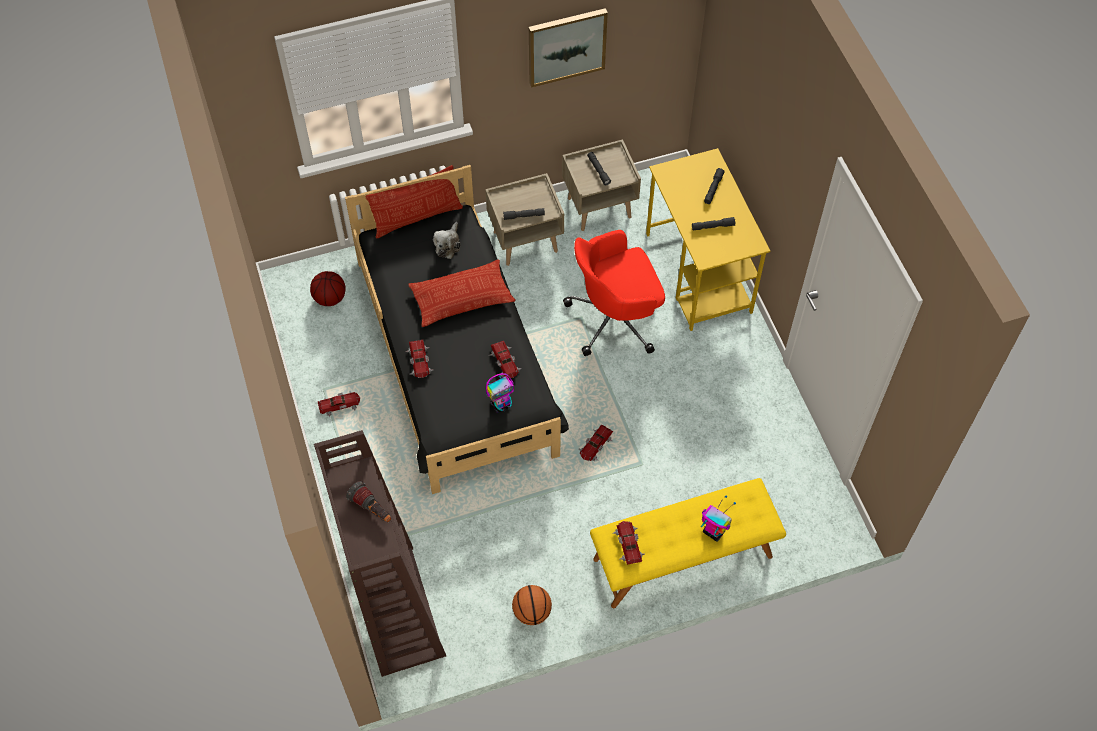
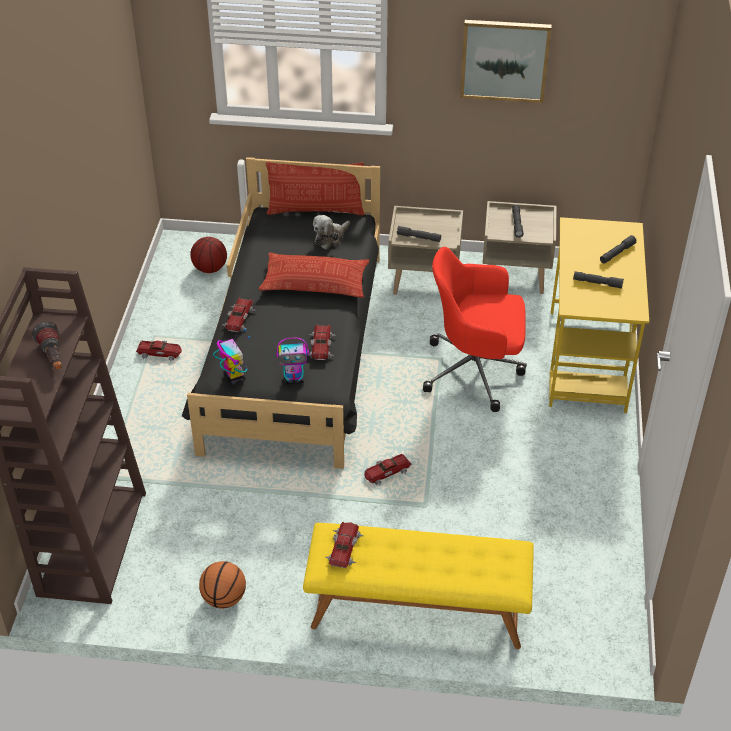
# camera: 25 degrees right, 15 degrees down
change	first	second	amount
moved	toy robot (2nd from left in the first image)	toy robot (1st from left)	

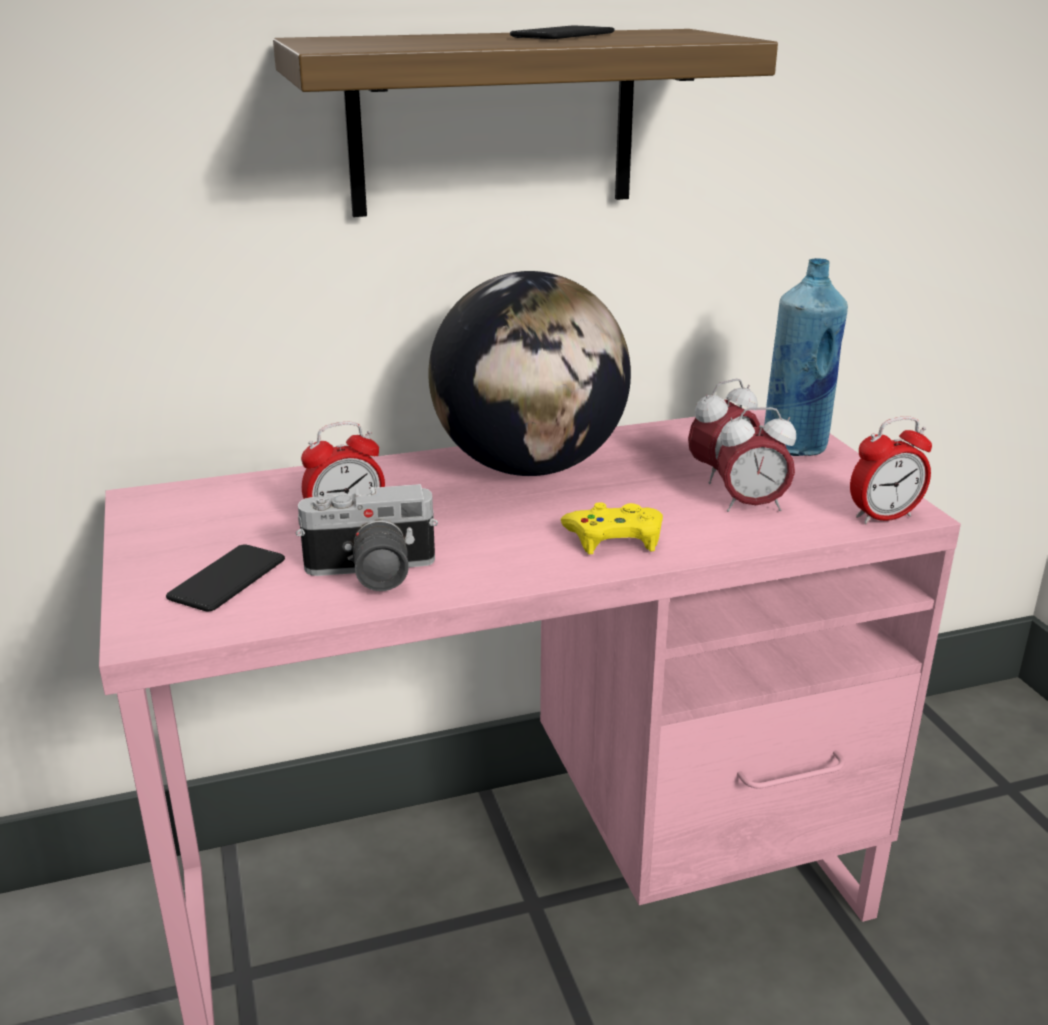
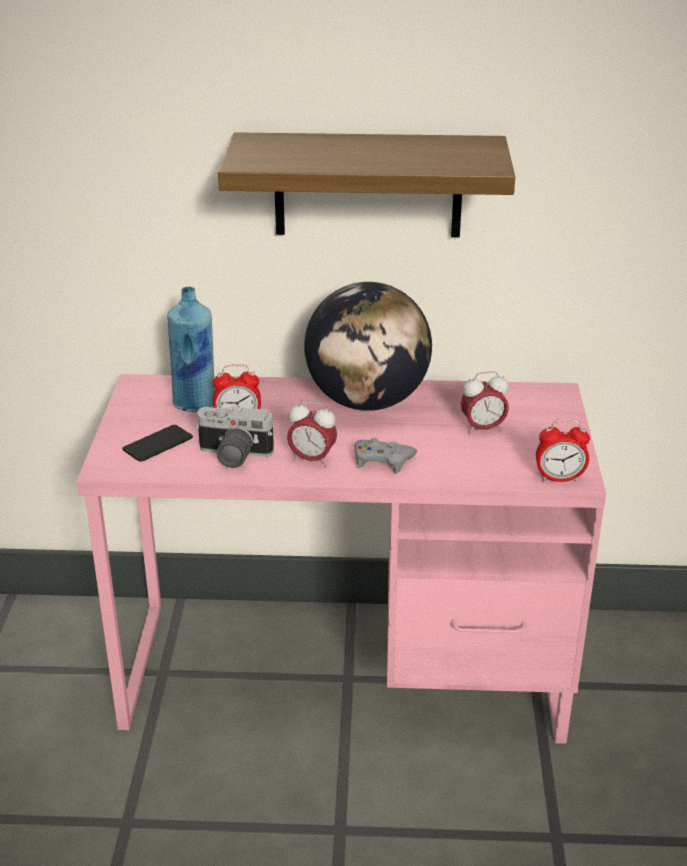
# camera: 20 degrees right, 5 degrees up
change	first	second	amount
removed	phone (2nd from left)		
recoloured	game controller (yellow)	game controller (grey)	
moved	alarm clock (3rd from left in the first image)	alarm clock (2nd from left)	
moved	bottle (blue)		

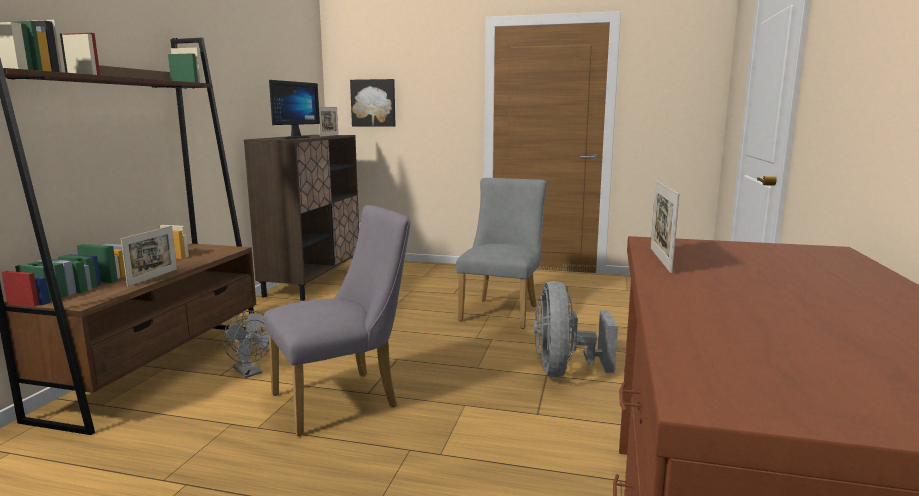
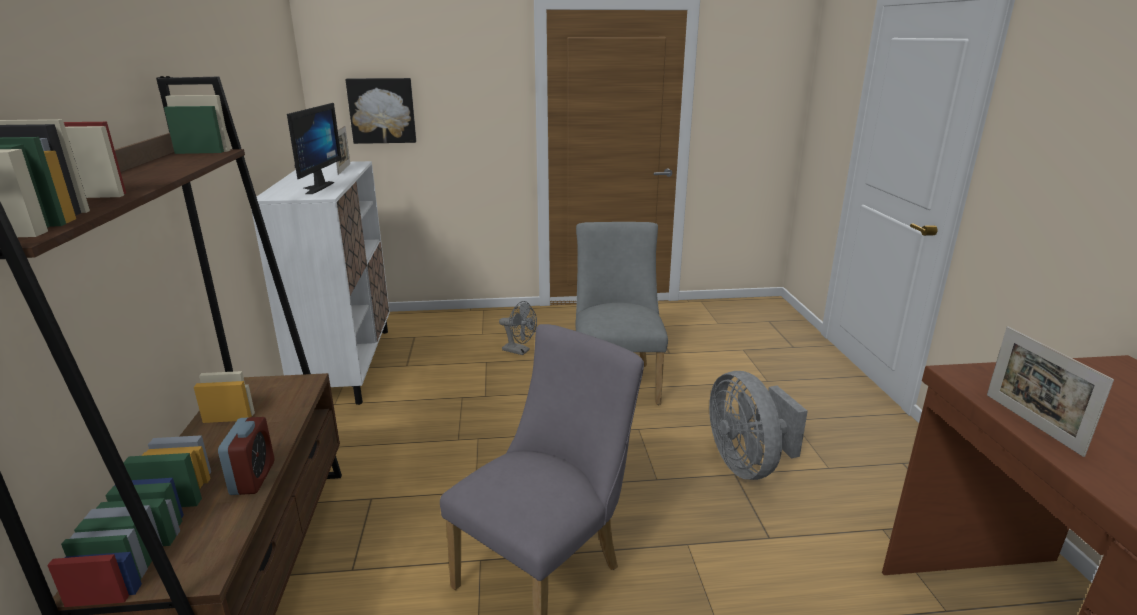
# camera: 20 degrees left, 10 degrees up
change	first	second	amount
replaced	picture frame (1st from left)	alarm clock	
moved	fan (grey) (1st from left)		
recoloured	cabinet (brown)	cabinet (white)	

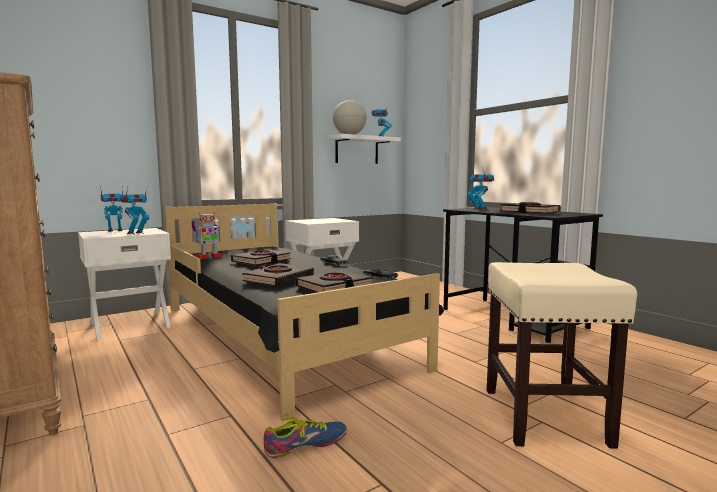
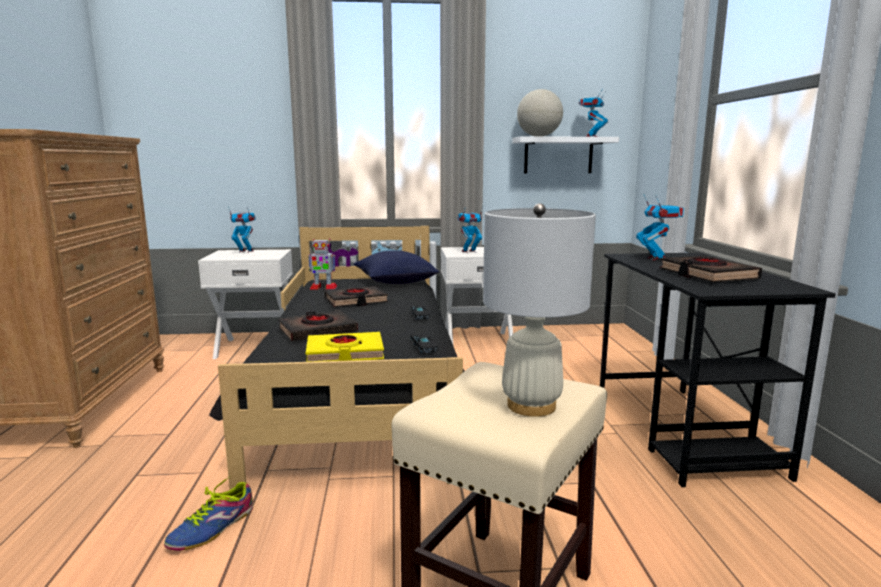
# camera: 30 degrees right, 5 degrees up
change	first	second	amount
moved	toy robot (2nd from left in the first image)	toy robot (3rd from left)	
turned	shoe		120 degrees clockwise
recoloured	book (black) (3rd from left)	book (yellow)	
added		pillow (blue)	
added		table lamp (white)	

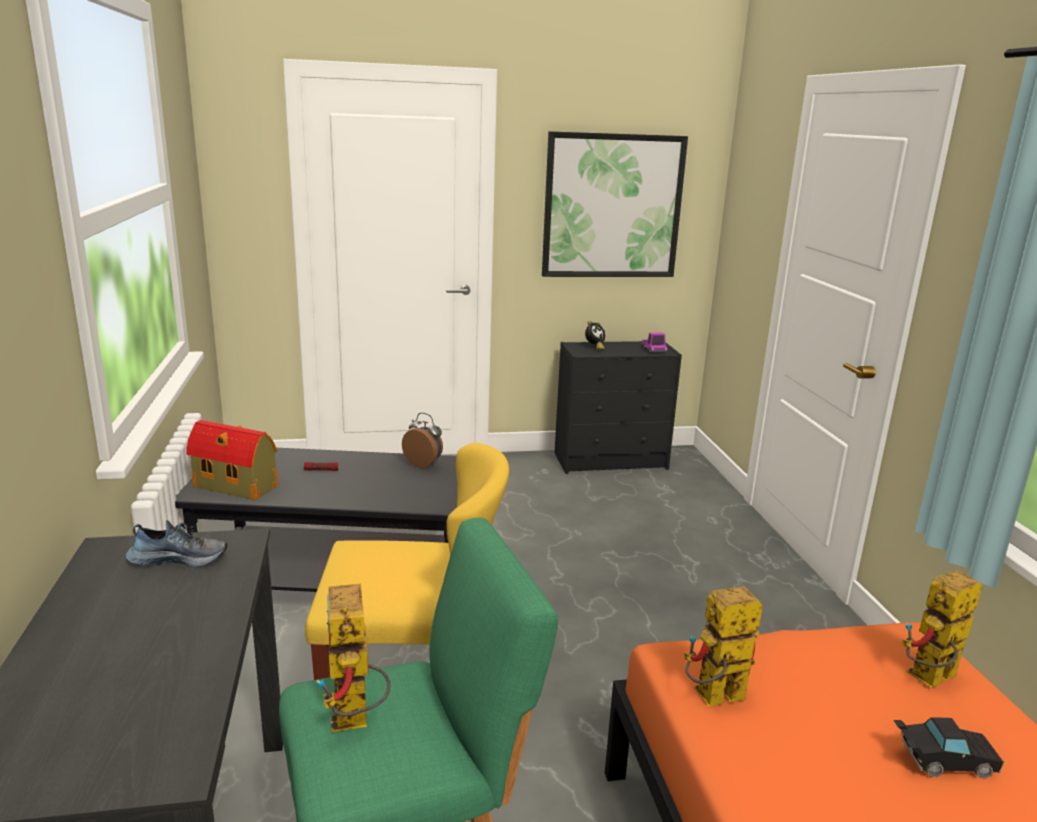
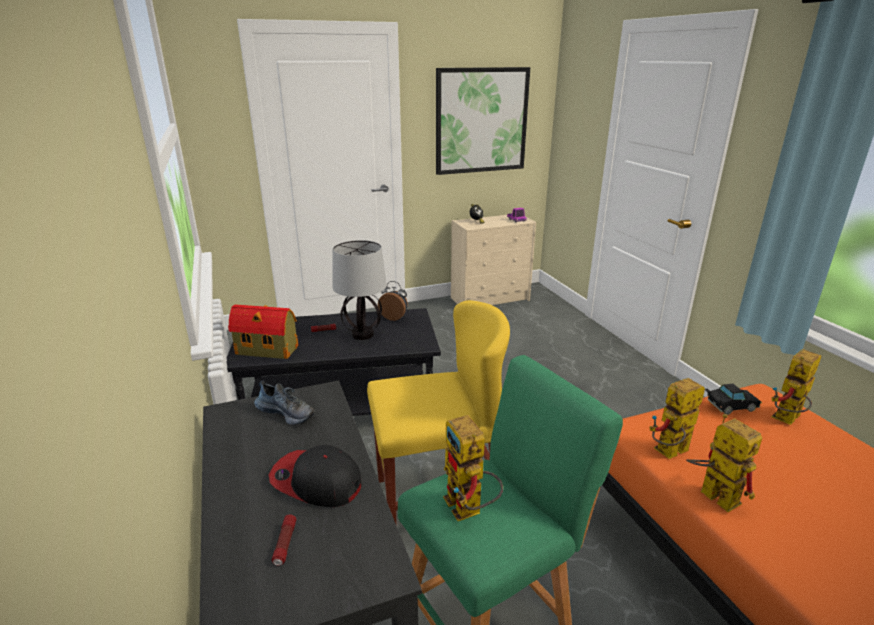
# camera: 10 degrees left, 5 degrees up
change	first	second	amount
turned	shoe		45 degrees clockwise
recoloured	dresser (black)	dresser (beige)	
moved	toy car (black)		
added		cap	
added		flashlight (1st from left)	
added		table lamp	
added		toy robot (3rd from left)	

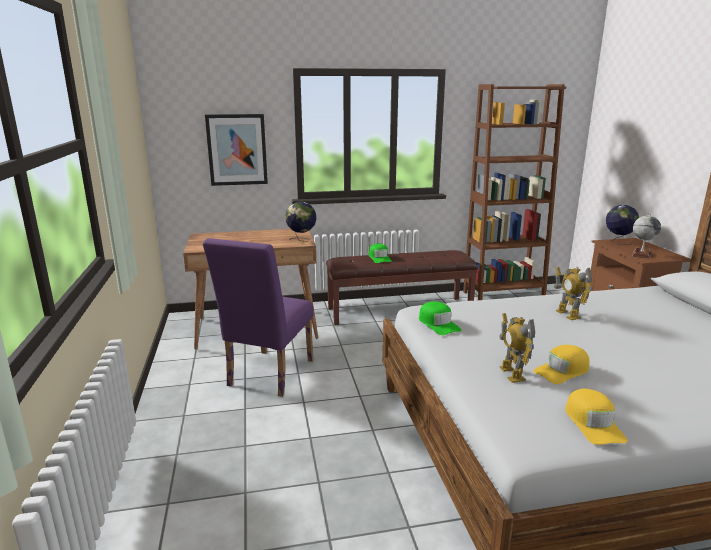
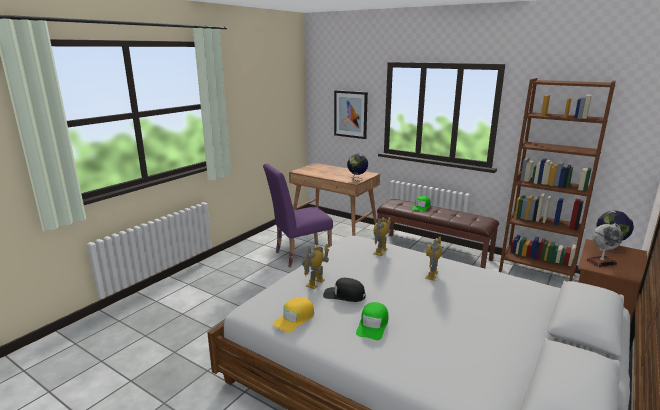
# camera: 45 degrees right, 0 degrees up
change	first	second	amount
moved	cap (green) (2nd from left in the first image)	cap (green) (1st from left)	
recoloured	cap (yellow) (1st from left)	cap (black)	
added		toy robot (2nd from left)	

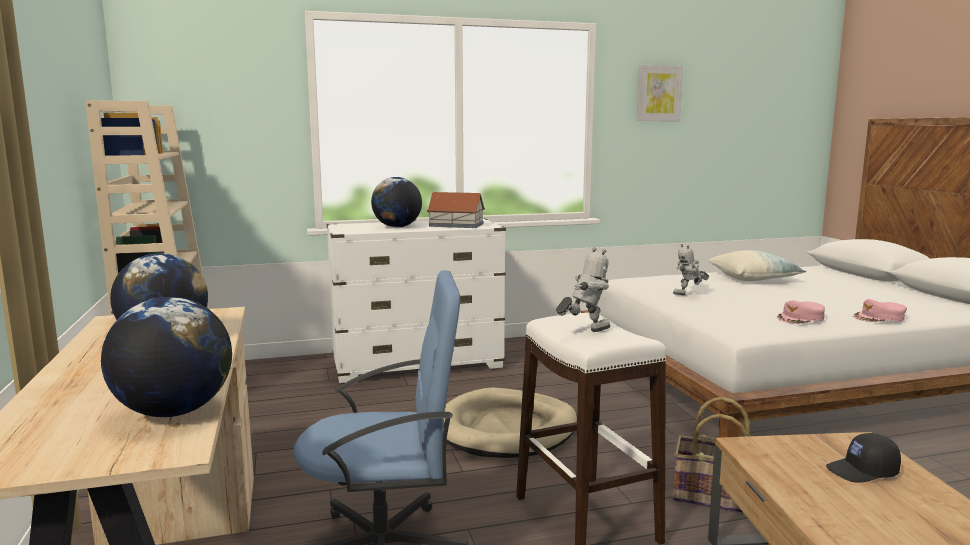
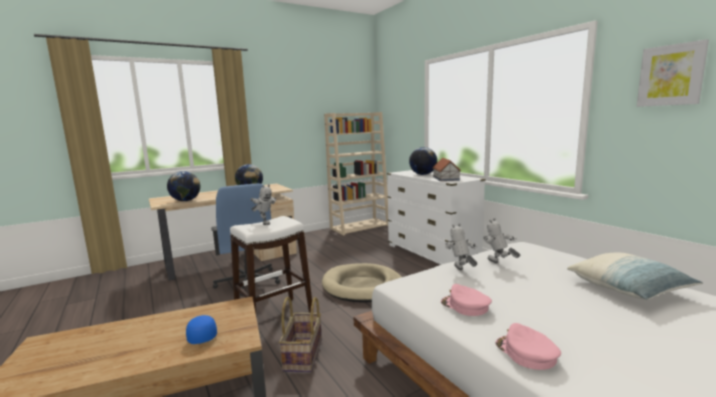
# camera: 75 degrees right, 0 degrees up
change	first	second	amount
recoloured	cap (black)	cap (blue)	
added		toy robot (2nd from left)	

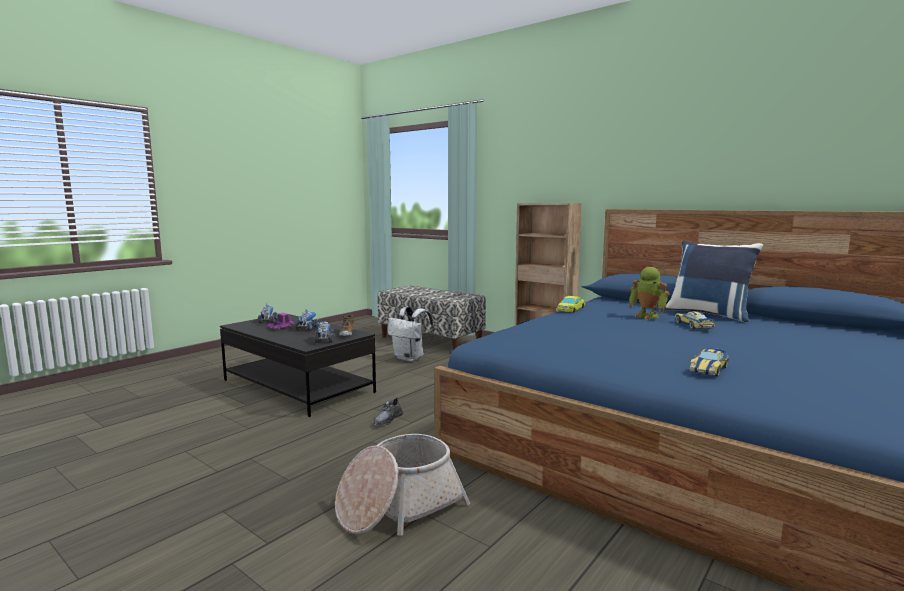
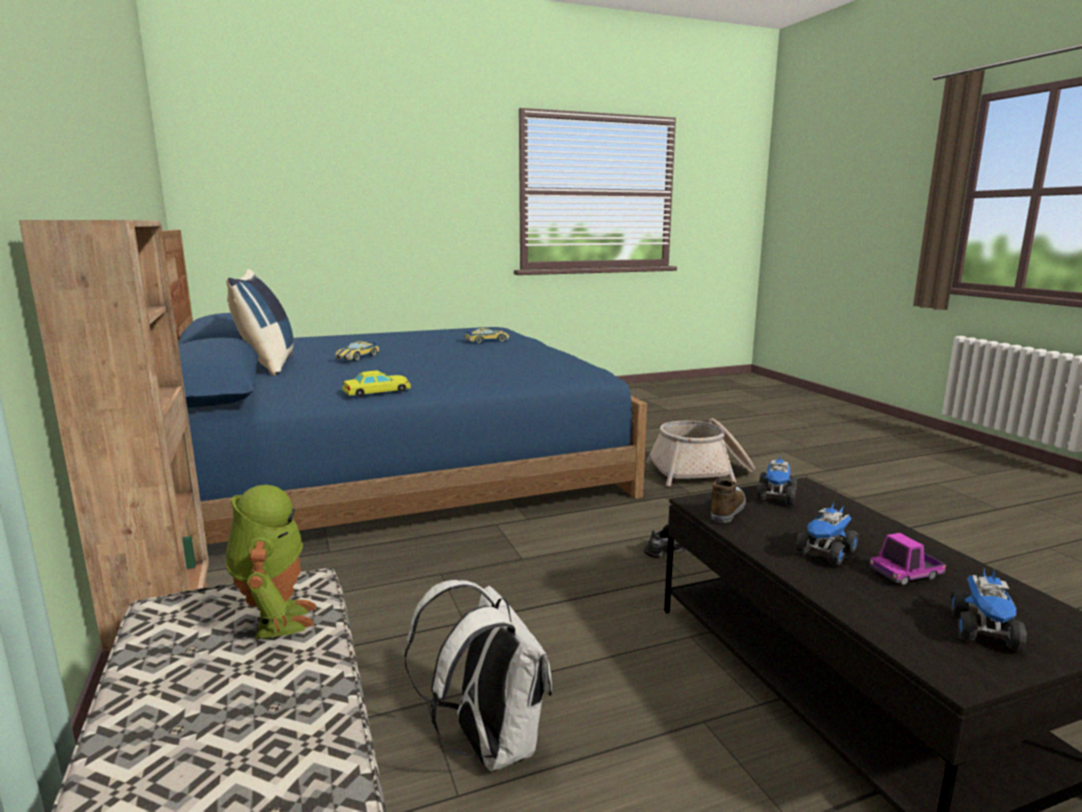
# camera: 150 degrees left, 5 degrees up
change	first	second	amount
moved	toy robot		

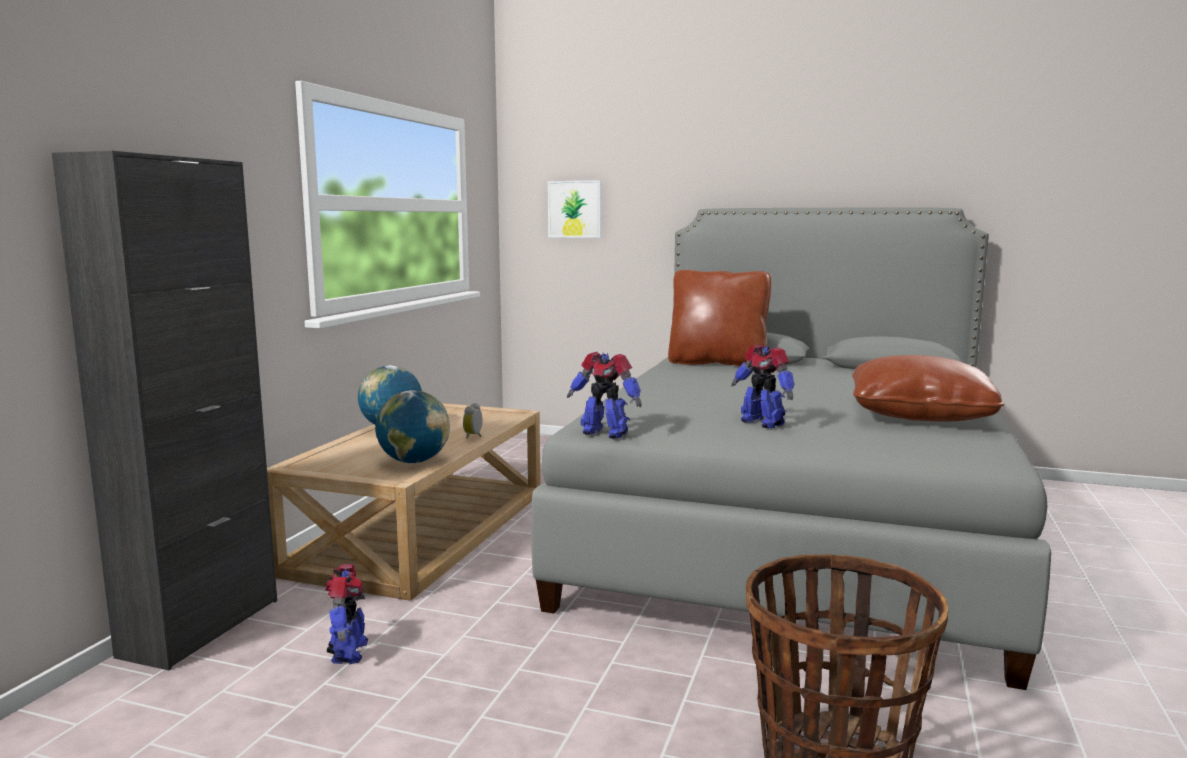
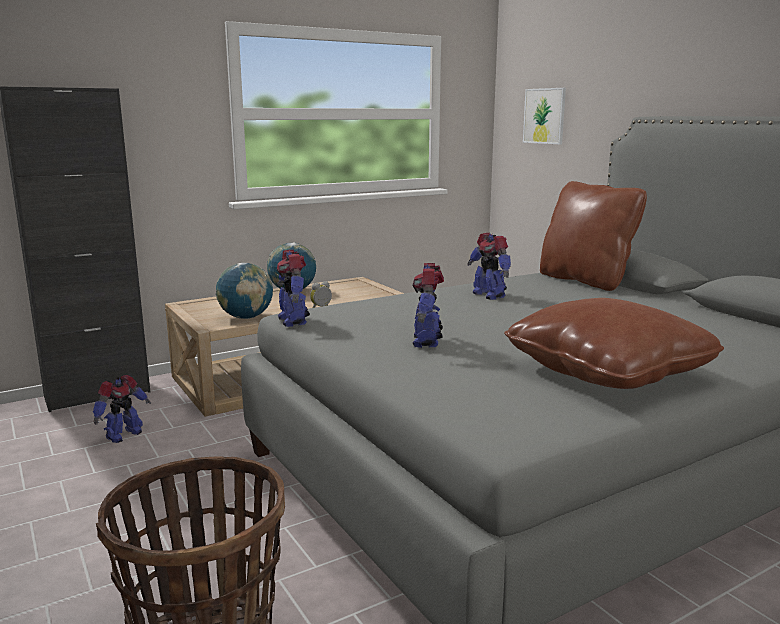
# camera: 40 degrees right, 5 degrees up
change	first	second	amount
added		toy robot (4th from left)	

